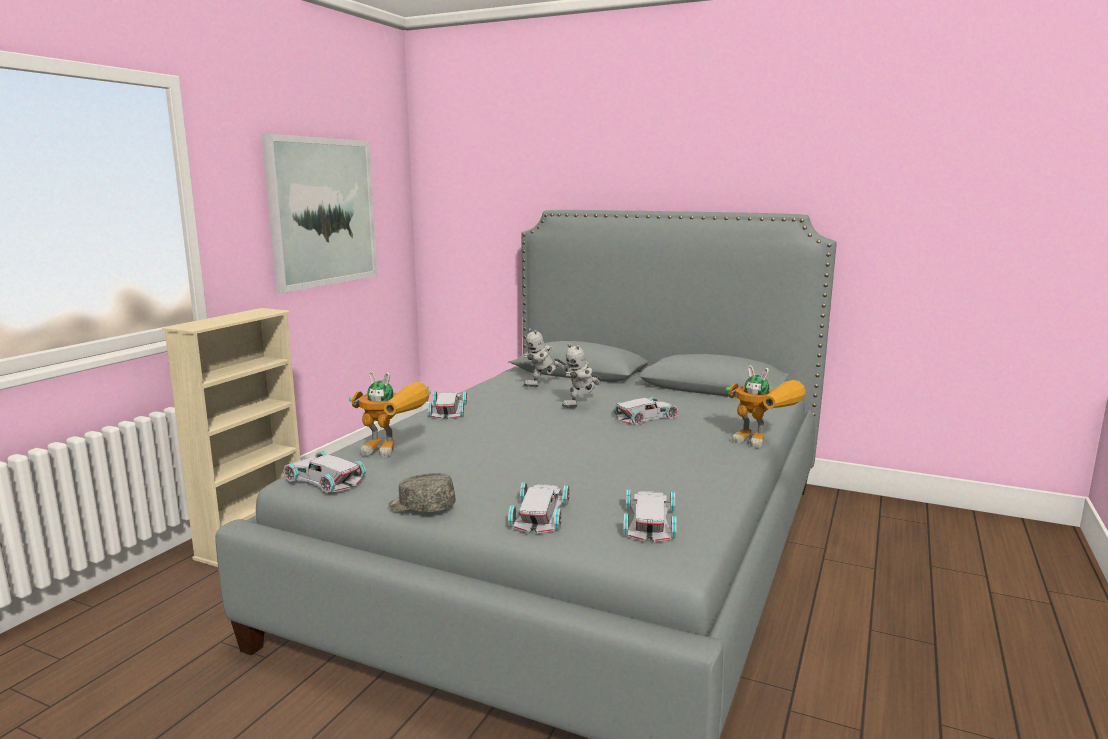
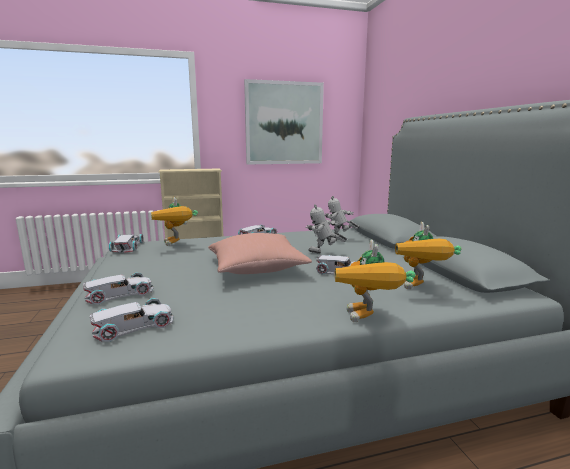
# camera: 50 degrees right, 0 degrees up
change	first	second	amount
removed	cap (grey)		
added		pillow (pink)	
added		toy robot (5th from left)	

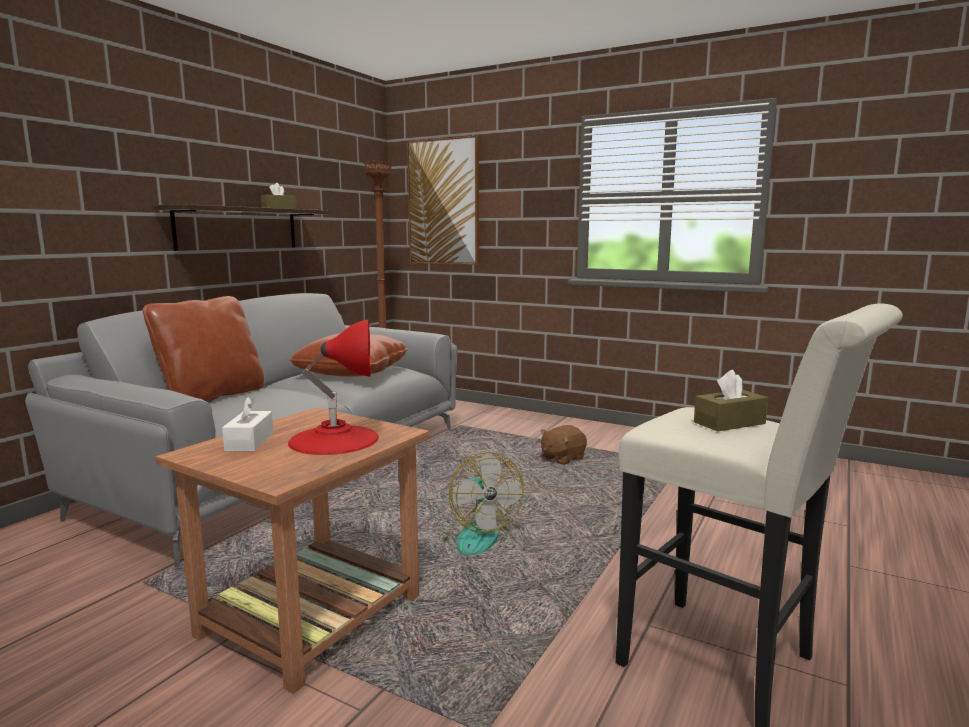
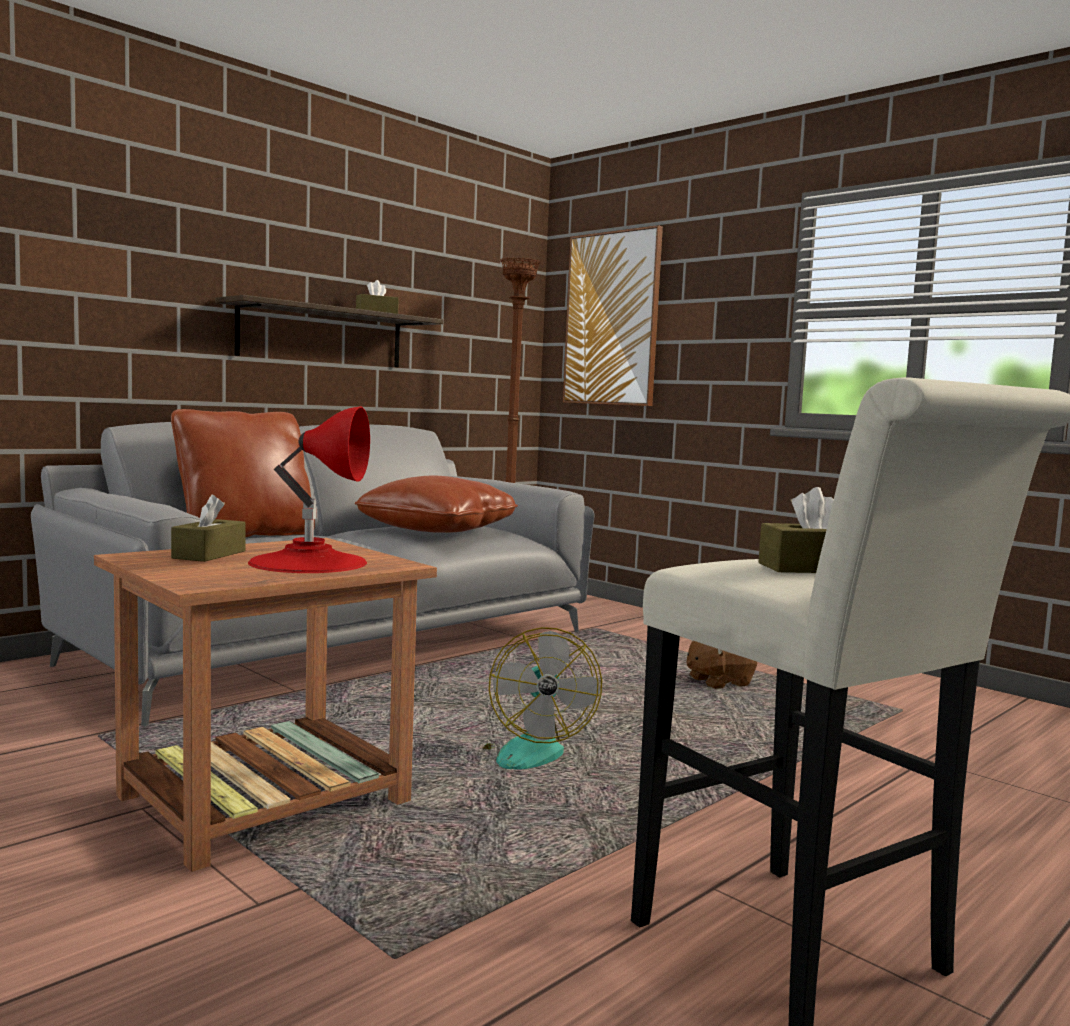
# camera: 15 degrees right, 5 degrees down
change	first	second	amount
recoloured	tissue box (white)	tissue box (brown) (1st from left)	

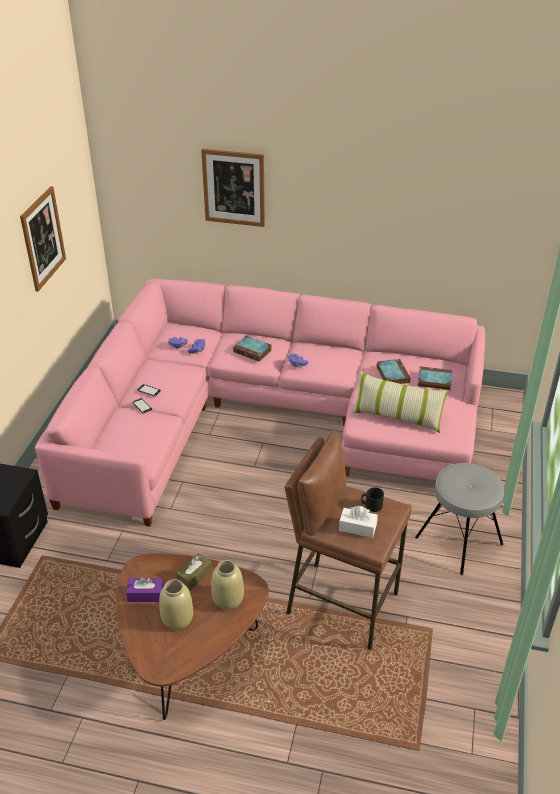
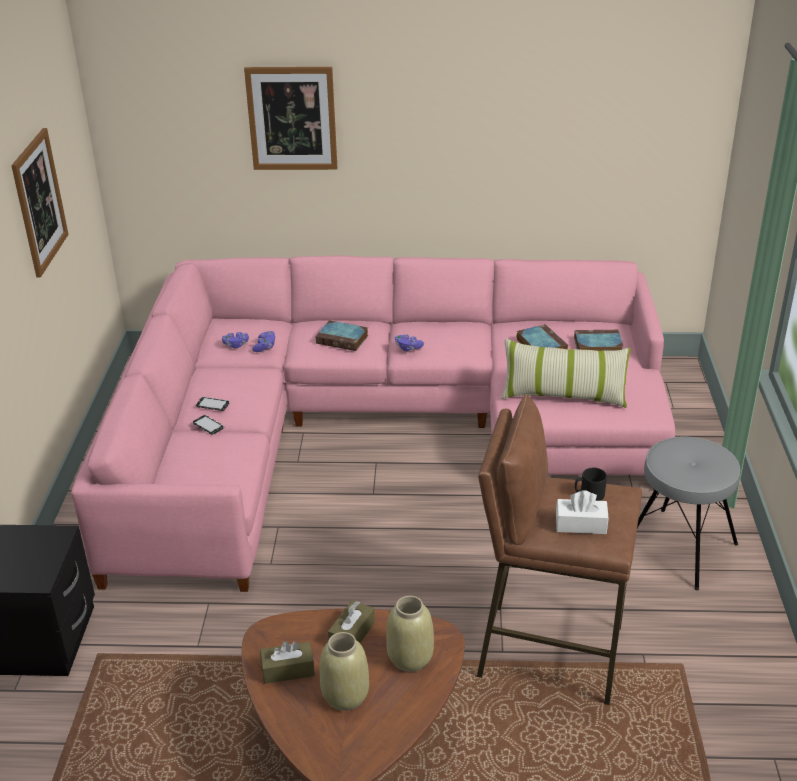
# camera: 10 degrees left, 5 degrees down
change	first	second	amount
recoloured	tissue box (purple)	tissue box (brown) (1st from left)	

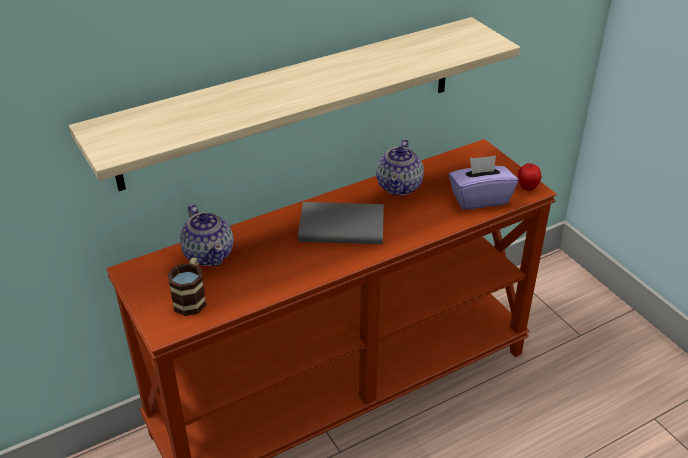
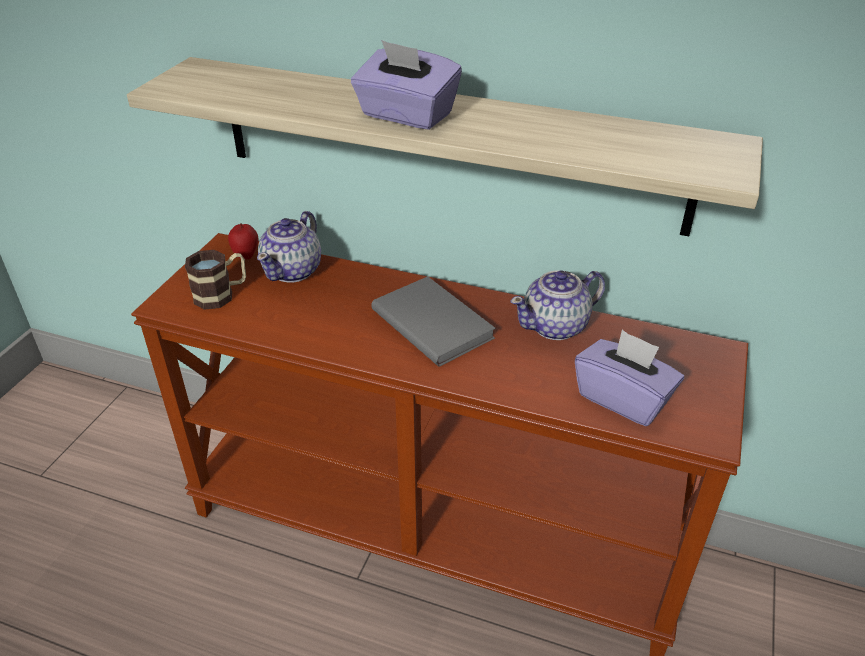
# camera: 50 degrees right, 0 degrees up
change	first	second	amount
moved	apple		
added		tissue box (purple) (1st from left)	

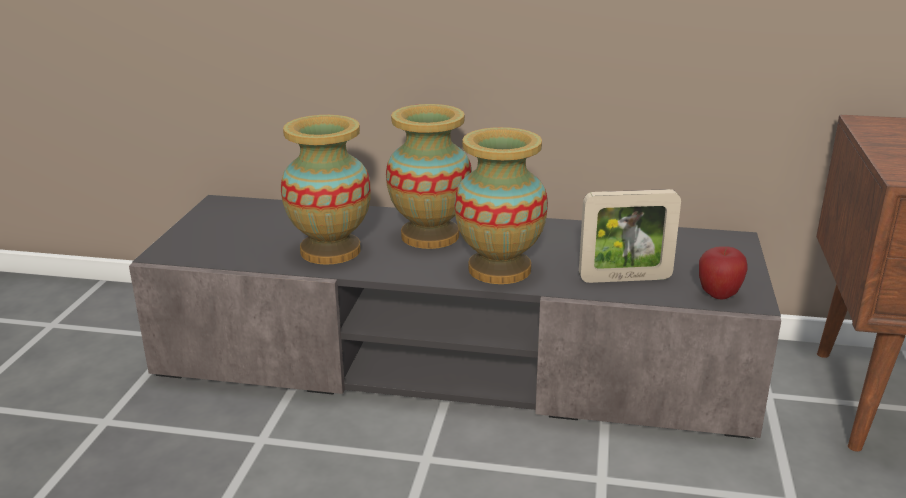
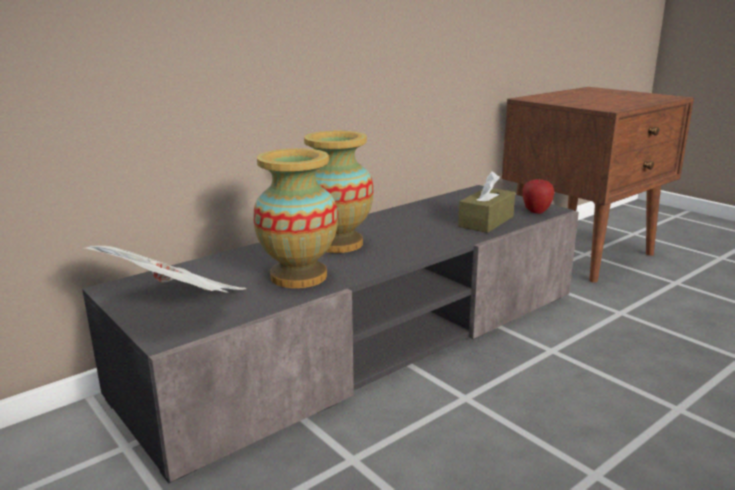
# camera: 50 degrees left, 5 degrees down
change	first	second	amount
removed	vase (3rd from left)		
replaced	picture frame	tissue box (brown)	
added		newspaper	

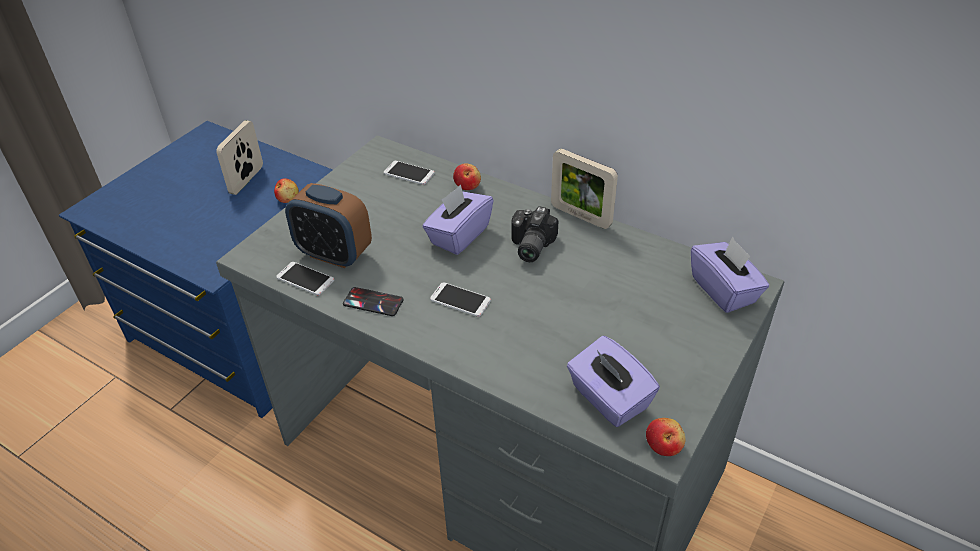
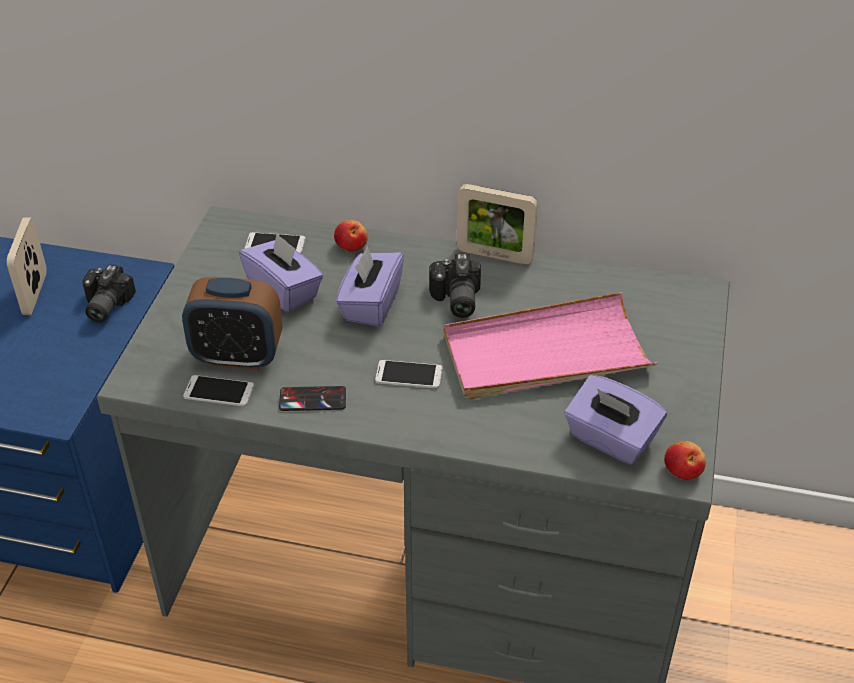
# camera: 20 degrees left, 0 degrees up
change	first	second	amount
replaced	apple (1st from left)	photo camera (1st from left)	
moved	tissue box (purple) (3rd from left in the first image)	tissue box (purple) (1st from left)	
added		tray (pink)	

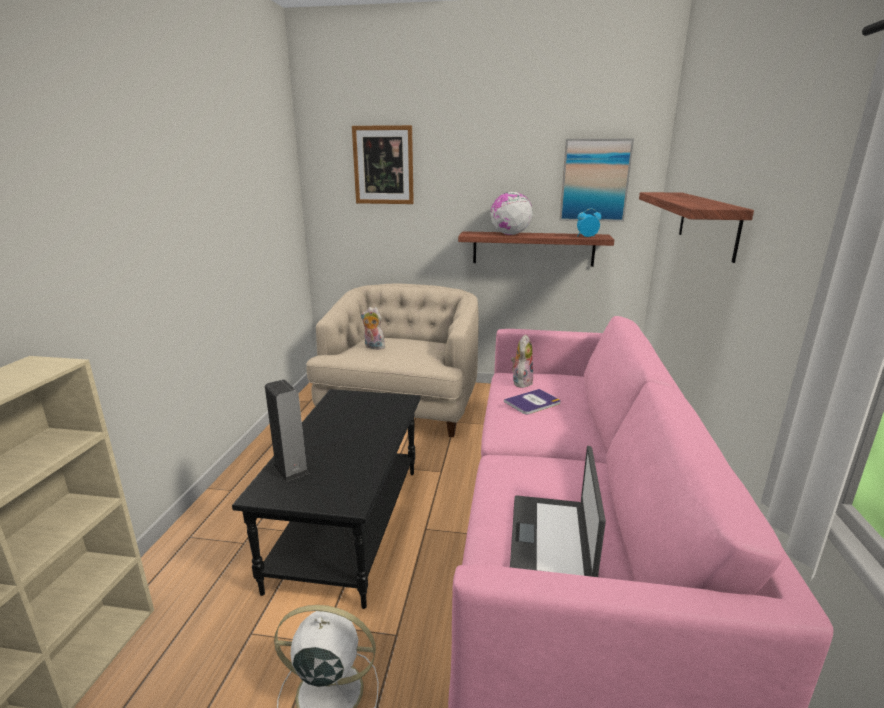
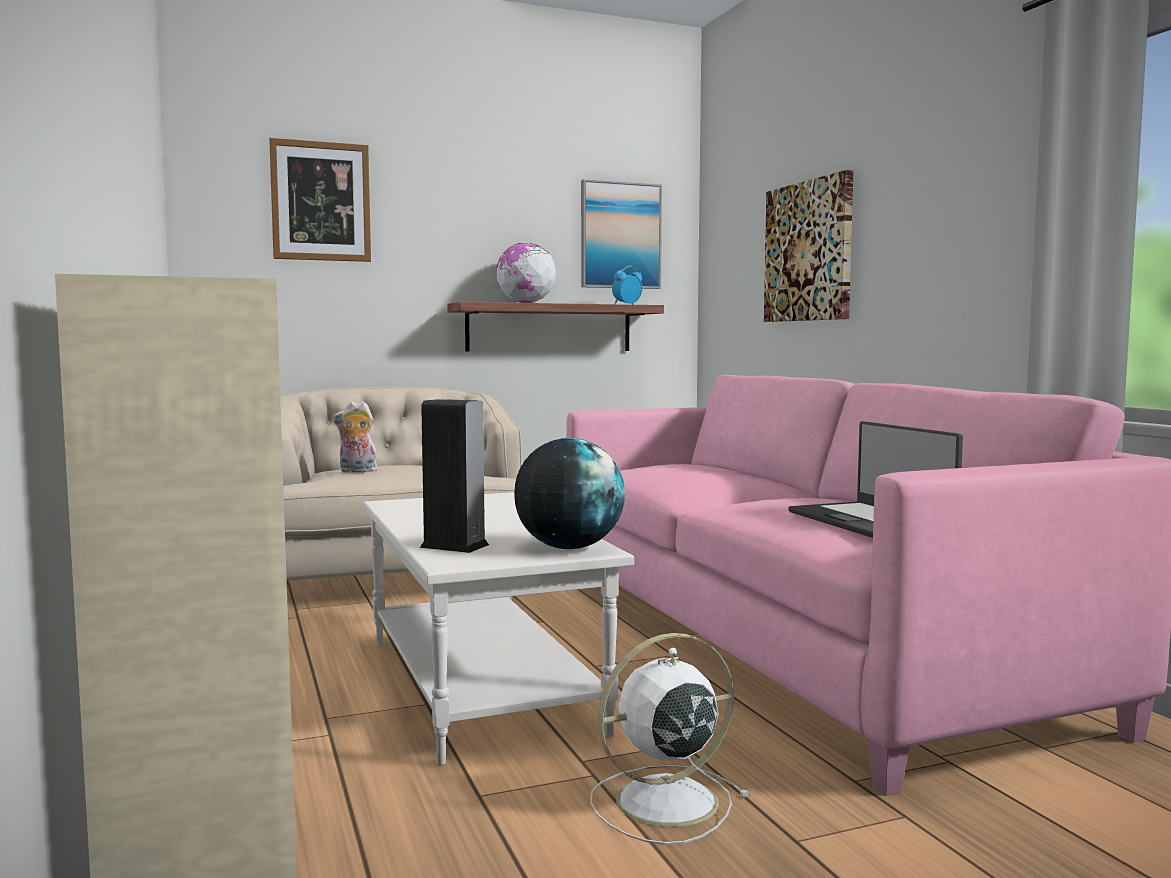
# camera: 30 degrees left, 15 degrees down
change	first	second	amount
recoloured	coffee table (black)	coffee table (white)	
removed	book		
removed	plush toy (2nd from left)		
replaced	shelf (2nd from left)	picture (3rd from left)	
added		globe (2nd from left)	

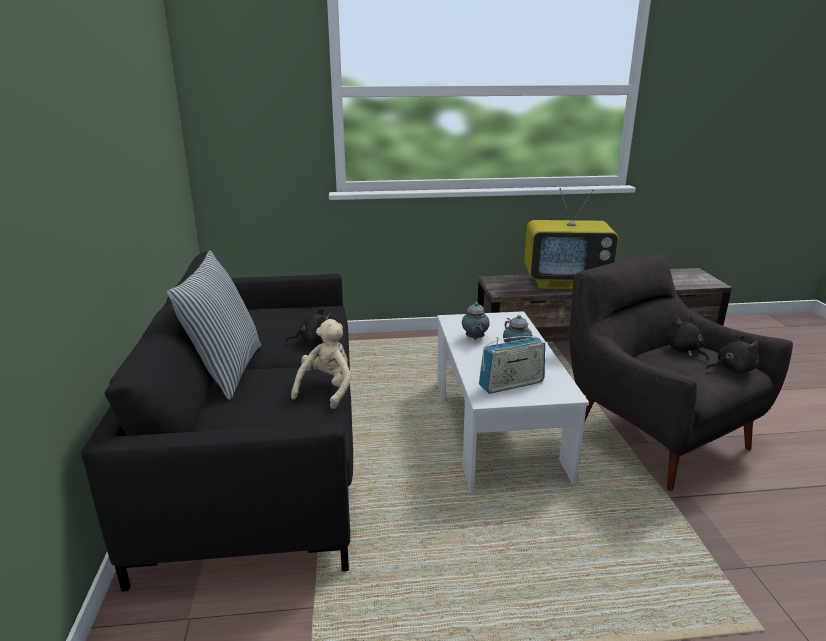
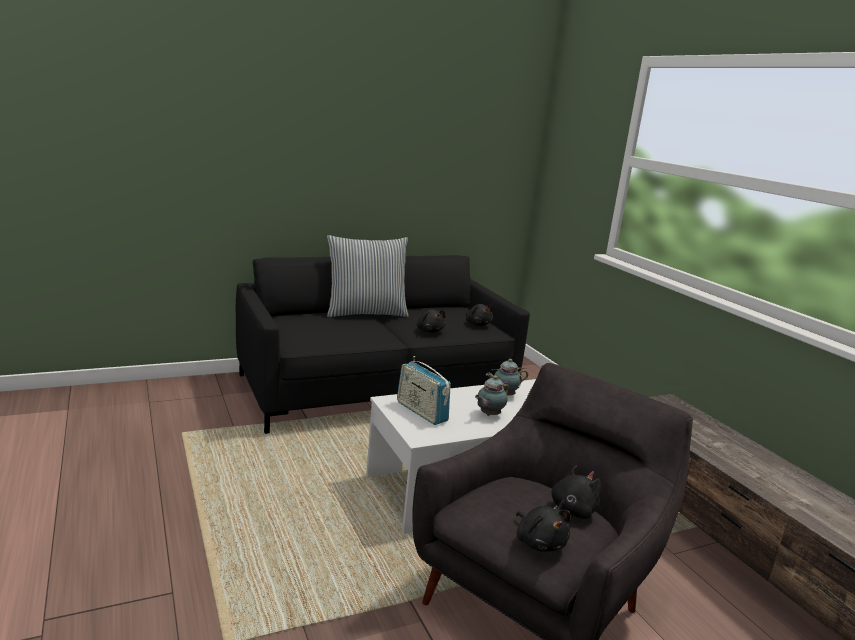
# camera: 70 degrees right, 5 degrees down
change	first	second	amount
removed	plush toy (beige)		
removed	television		
added		plush toy (black) (2nd from left)	

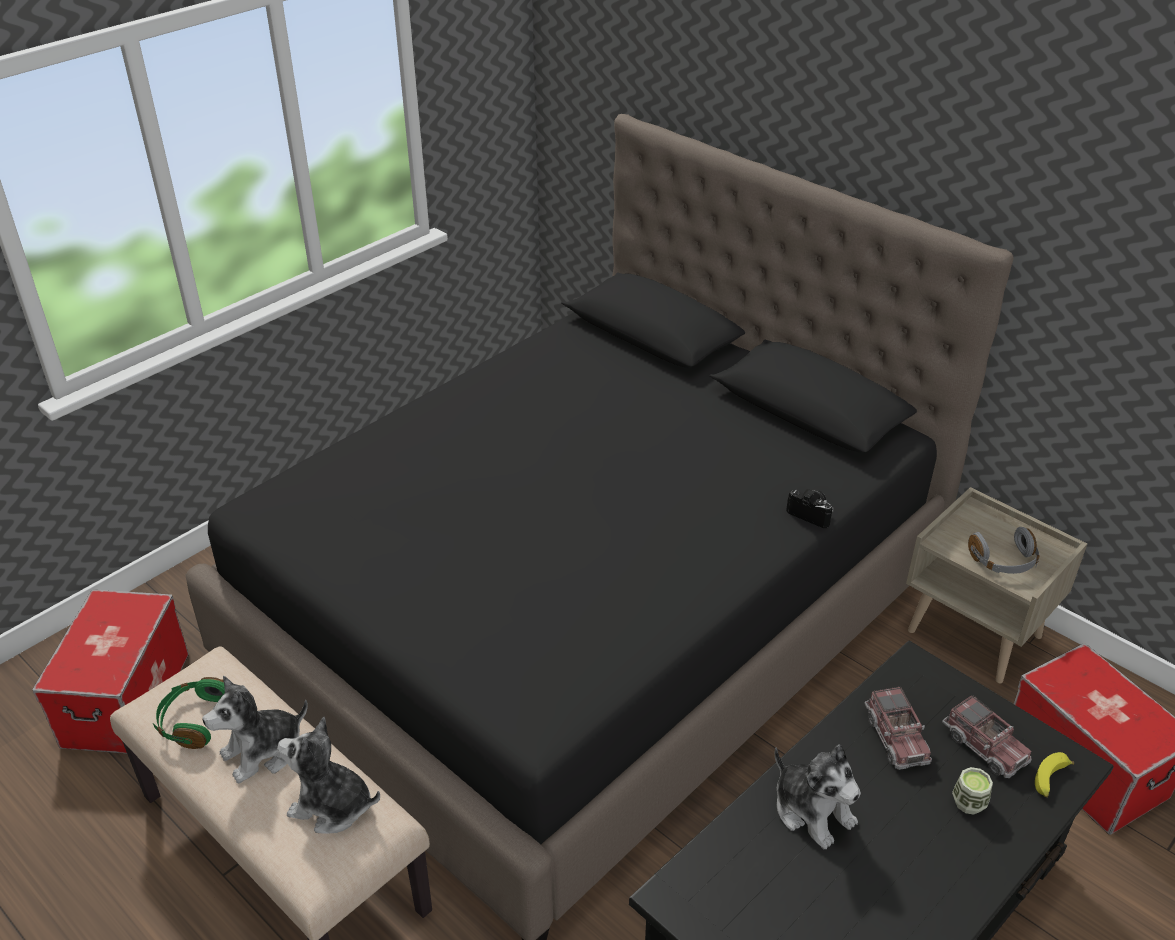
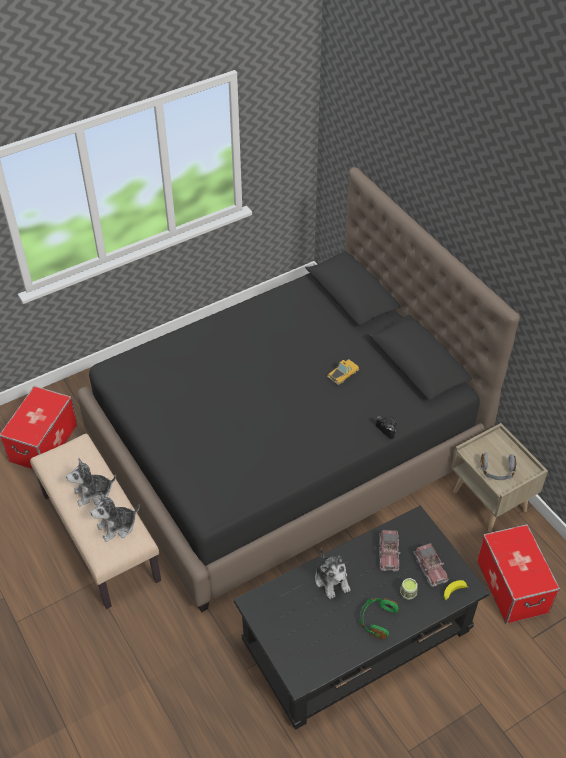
# camera: 15 degrees right, 10 degrees up
change	first	second	amount
moved	headphones (green)		
turned	plush toy (2nd from left)		60 degrees counterclockwise
added		toy car	

